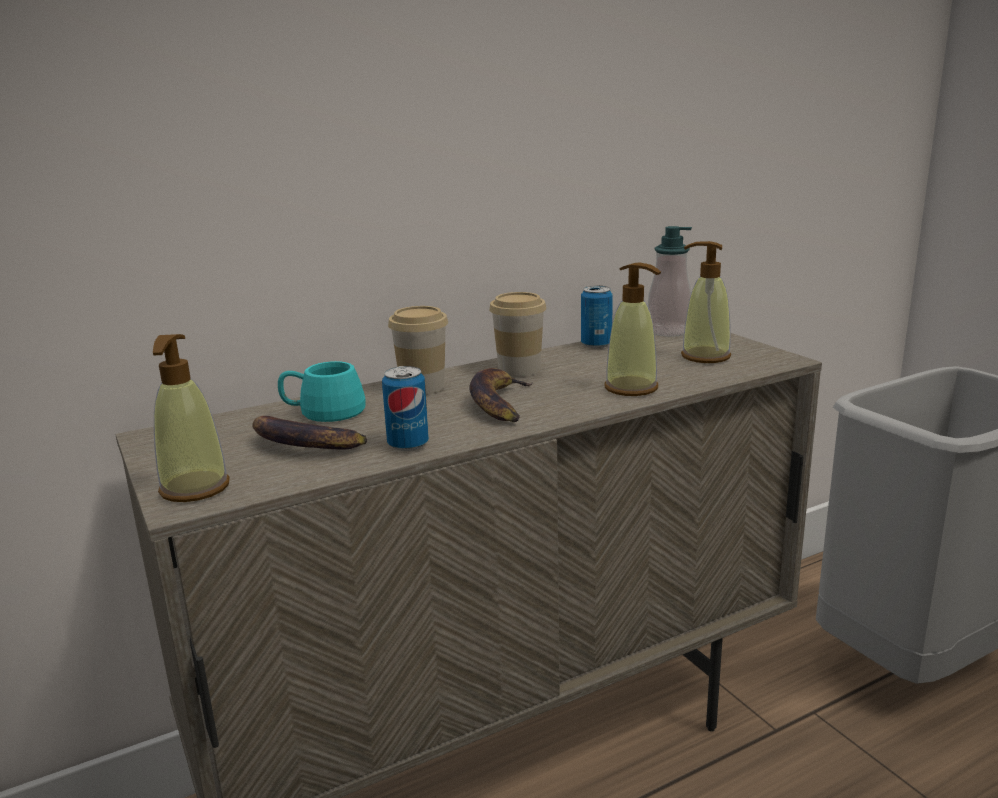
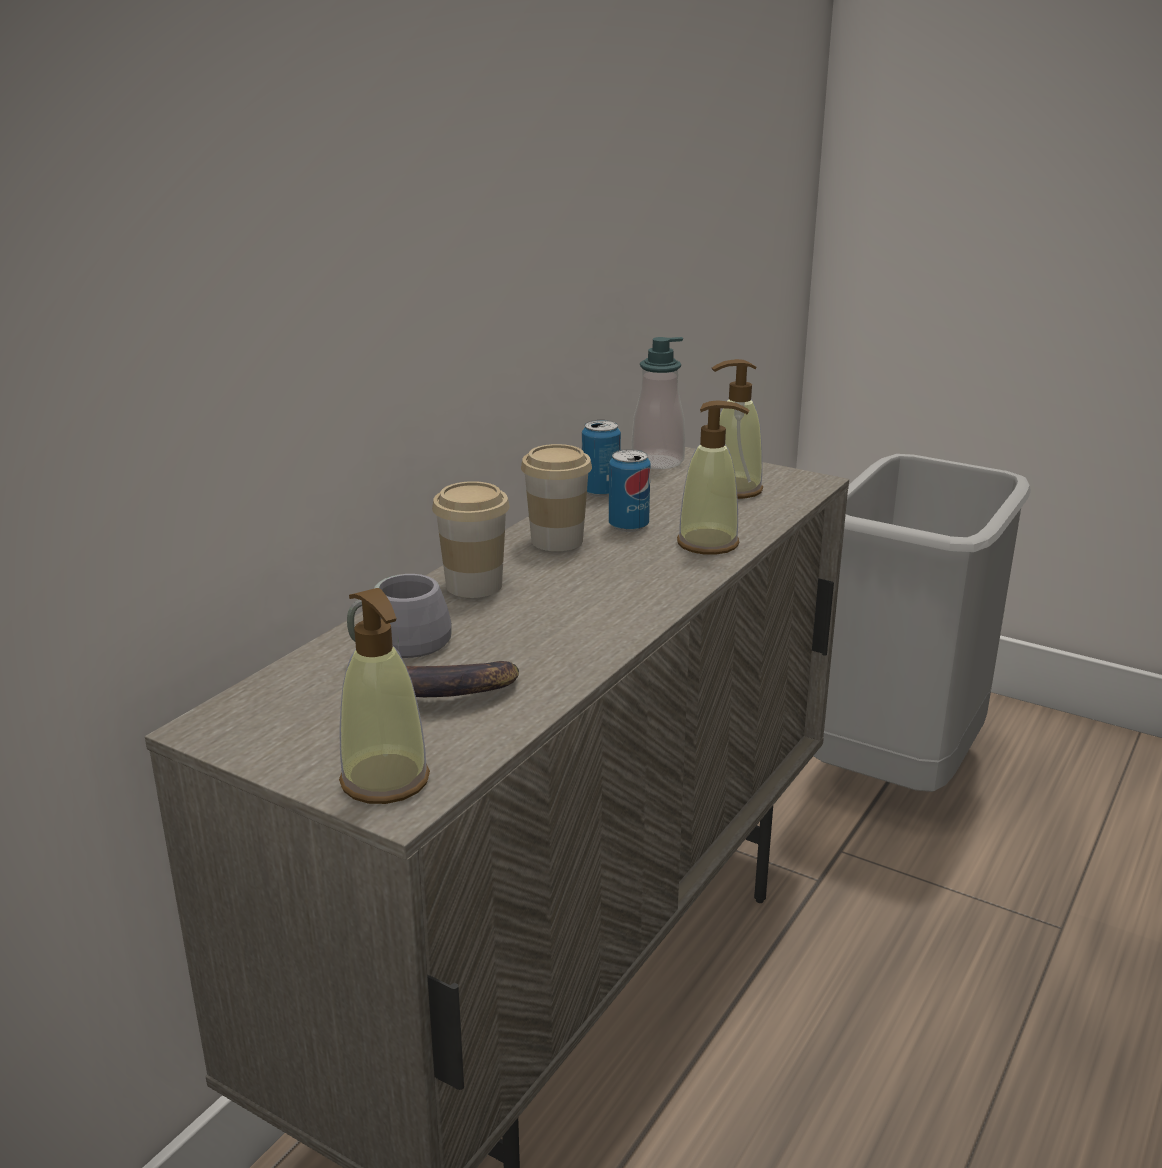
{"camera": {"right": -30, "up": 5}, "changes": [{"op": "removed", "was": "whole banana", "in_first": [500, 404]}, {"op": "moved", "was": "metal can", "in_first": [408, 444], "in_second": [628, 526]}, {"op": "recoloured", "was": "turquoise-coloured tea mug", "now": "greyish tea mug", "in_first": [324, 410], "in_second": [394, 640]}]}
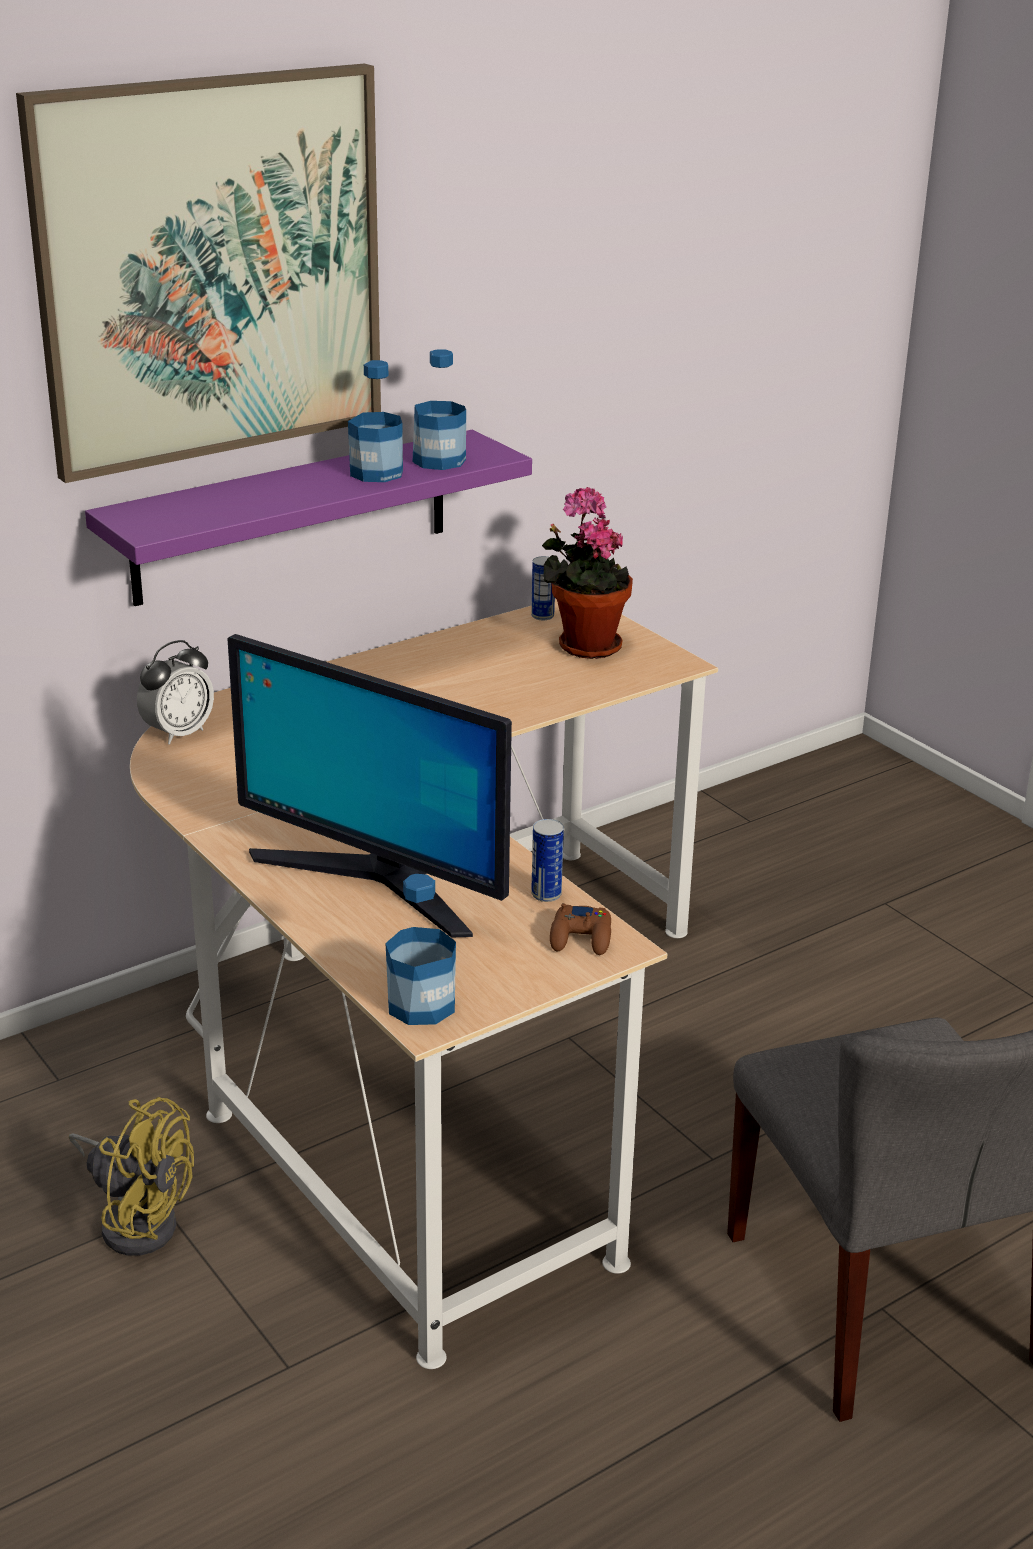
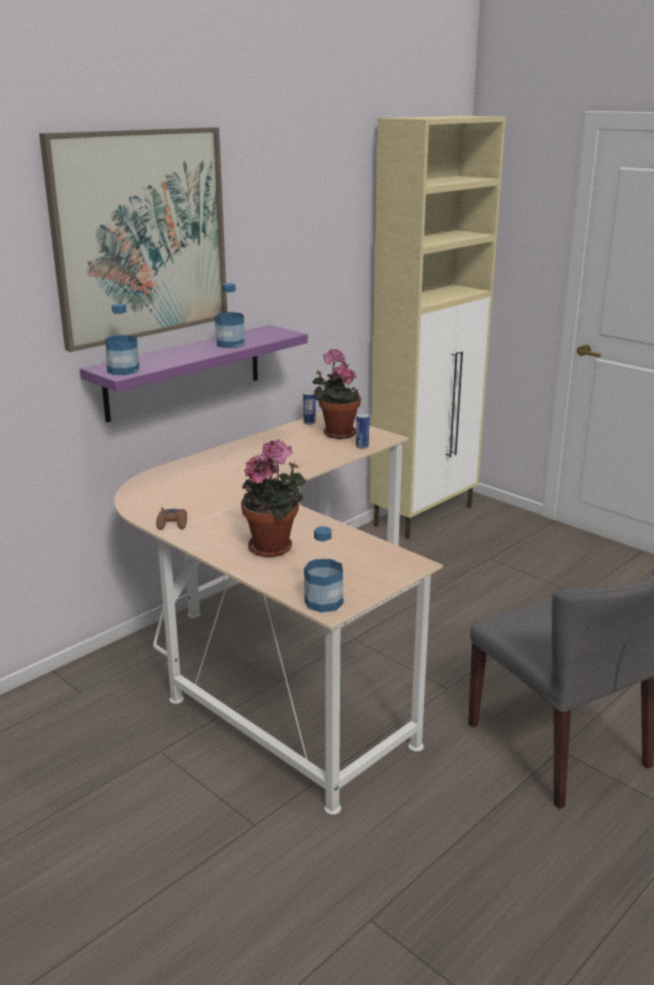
{"camera": {"right": -10, "up": -5}, "changes": [{"op": "removed", "was": "yellow fan", "in_first": [137, 1219]}, {"op": "removed", "was": "table clock", "in_first": [178, 733]}, {"op": "added", "now": "beige-coloured cupboard", "in_second": [425, 515]}, {"op": "moved", "was": "bottle", "in_first": [439, 461], "in_second": [123, 370]}, {"op": "moved", "was": "metal can", "in_first": [546, 894], "in_second": [362, 447]}, {"op": "moved", "was": "brown gamepad", "in_first": [581, 937], "in_second": [172, 523]}, {"op": "replaced", "was": "computer display", "now": "plant in a pot", "in_first": [377, 882], "in_second": [274, 547]}]}
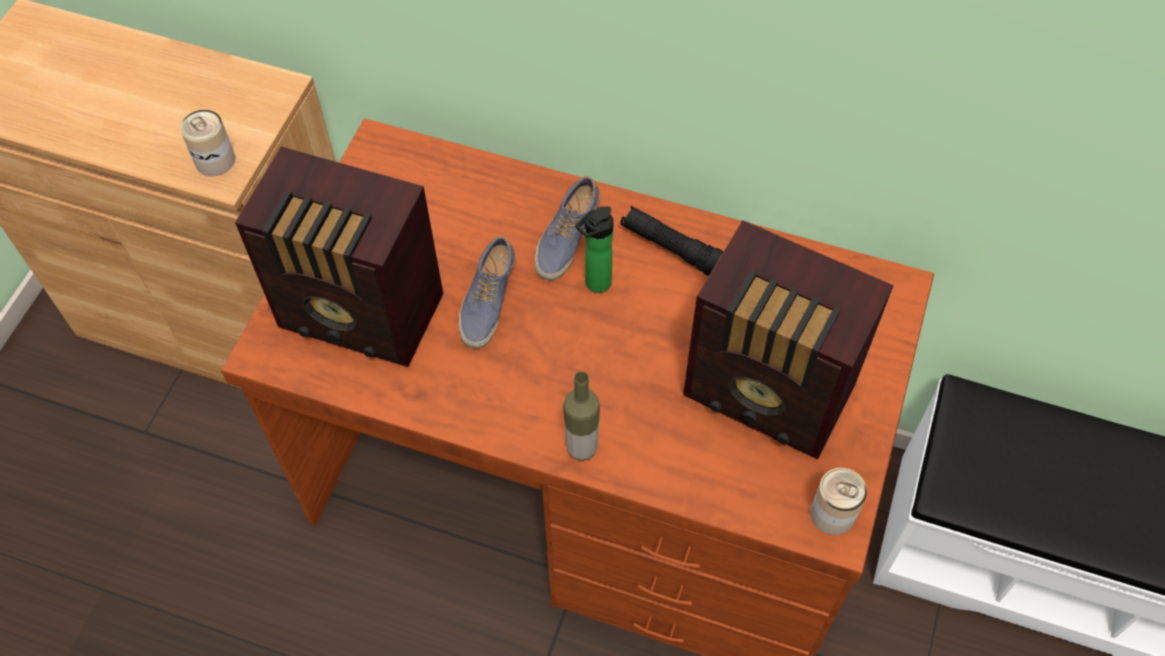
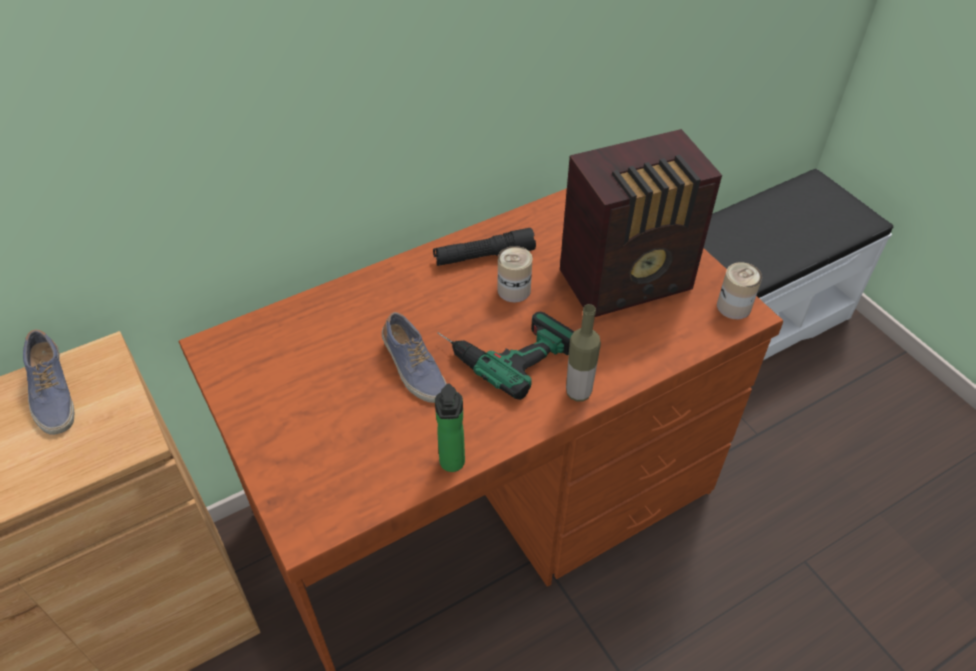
{"camera": {"right": -50, "up": -10}, "changes": [{"op": "removed", "was": "radio", "in_first": [363, 315]}, {"op": "added", "now": "drill", "in_second": [504, 348]}, {"op": "moved", "was": "metal can", "in_first": [215, 160], "in_second": [514, 290]}, {"op": "moved", "was": "shoe", "in_first": [566, 238], "in_second": [52, 394]}, {"op": "moved", "was": "bottle", "in_first": [595, 285], "in_second": [452, 465]}]}
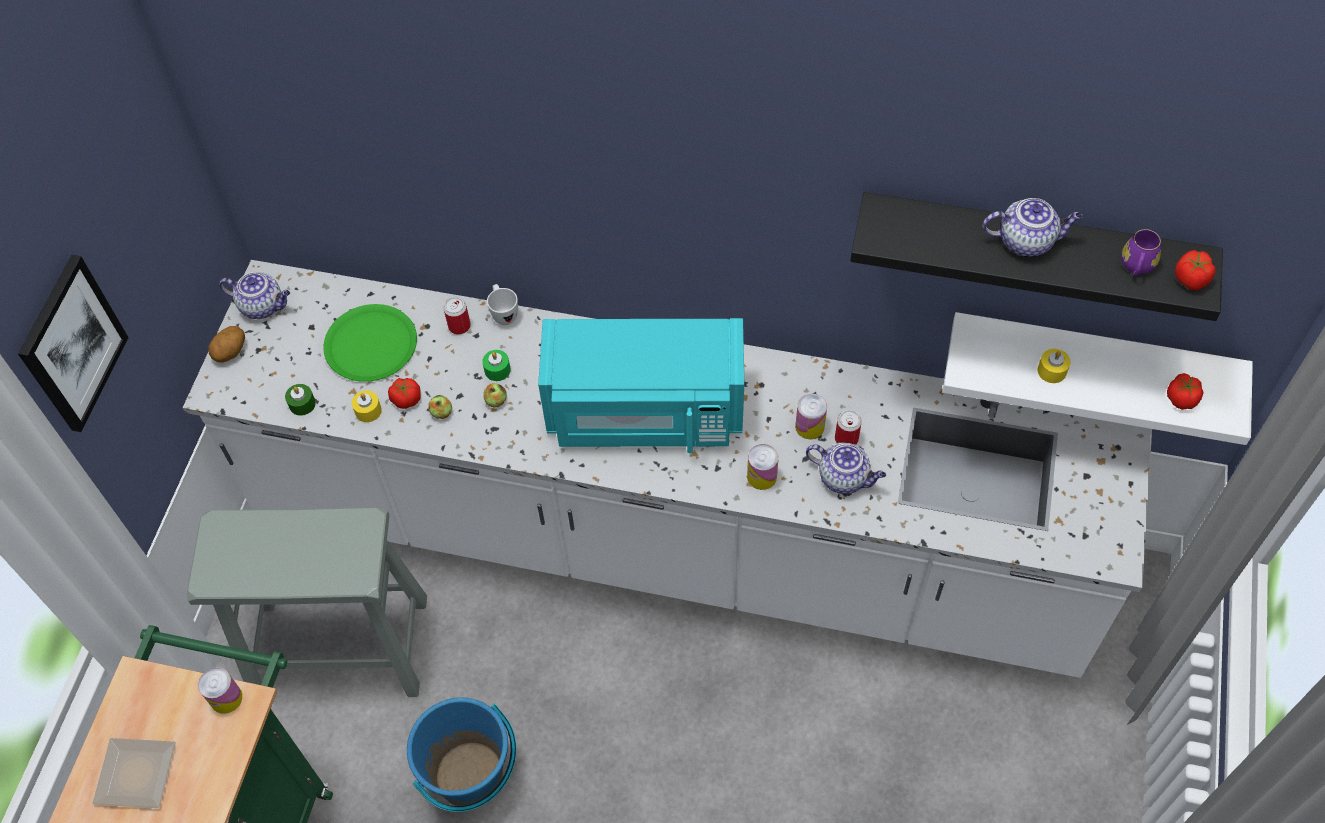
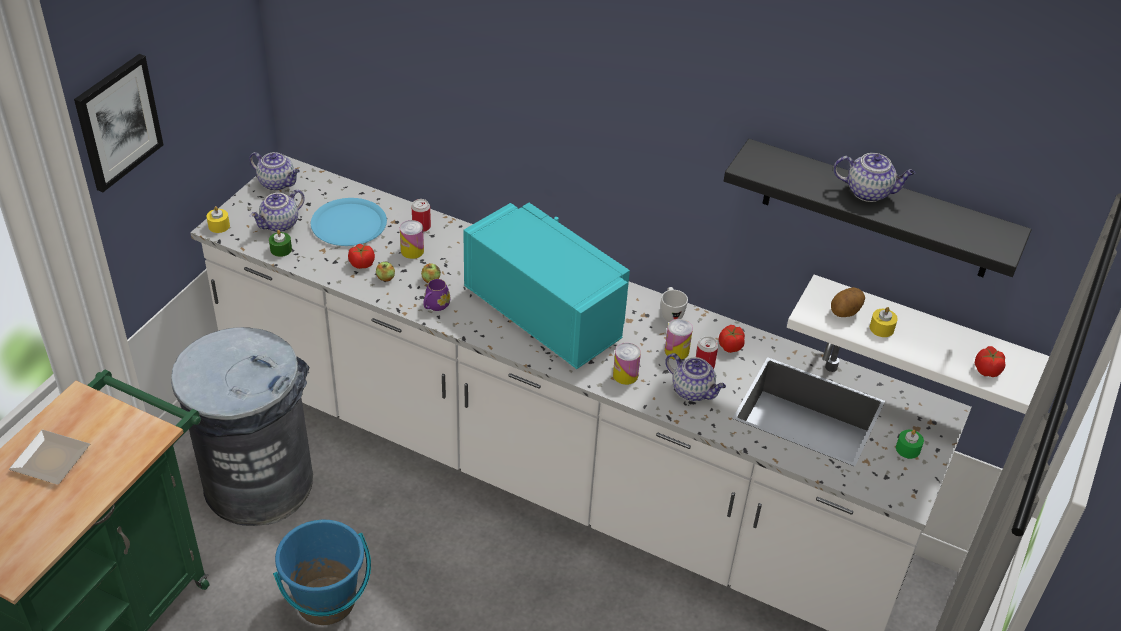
{"camera": {"right": 10, "up": -15}, "changes": [{"op": "added", "now": "tea pot", "in_second": [280, 225]}, {"op": "moved", "was": "metal can", "in_first": [226, 698], "in_second": [412, 251]}, {"op": "moved", "was": "potato", "in_first": [231, 352], "in_second": [845, 312]}, {"op": "moved", "was": "yellow candle", "in_first": [368, 411], "in_second": [219, 226]}, {"op": "moved", "was": "green-coloured candle", "in_first": [497, 370], "in_second": [907, 449]}, {"op": "moved", "was": "whitish tea mug", "in_first": [503, 313], "in_second": [671, 314]}, {"op": "moved", "was": "purple tea mug", "in_first": [1136, 267], "in_second": [435, 306]}, {"op": "moved", "was": "whole tomato", "in_first": [1191, 279], "in_second": [730, 346]}, {"op": "replaced", "was": "greyish stool seat", "now": "greyish rubbish bin", "in_first": [341, 646], "in_second": [258, 482]}, {"op": "recoloured", "was": "green-coloured dinner plate", "now": "bluish dinner plate", "in_first": [371, 344], "in_second": [349, 223]}, {"op": "turned", "was": "turquoise-coloured microwave", "in_first": [645, 412], "in_second": [546, 312], "clockwise": -150}]}
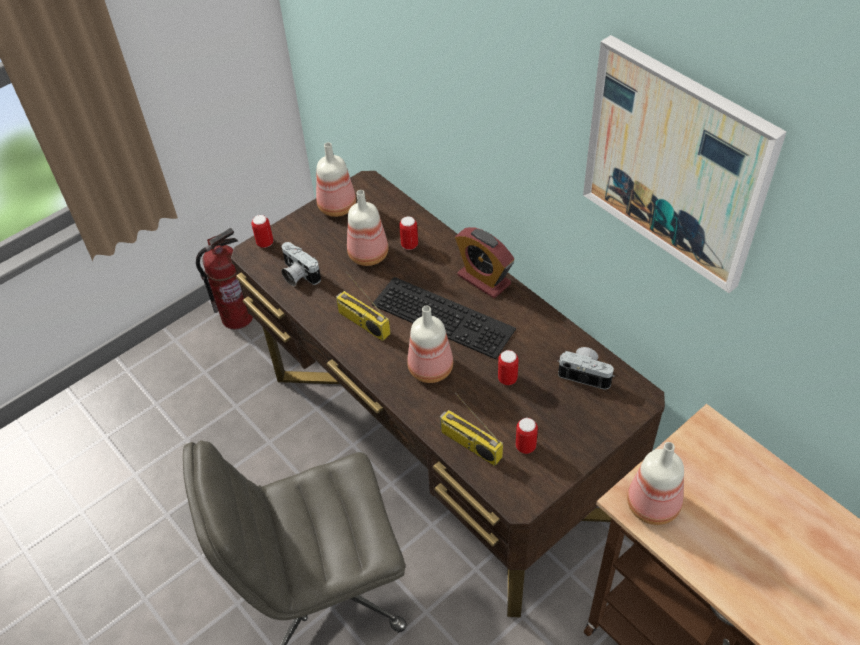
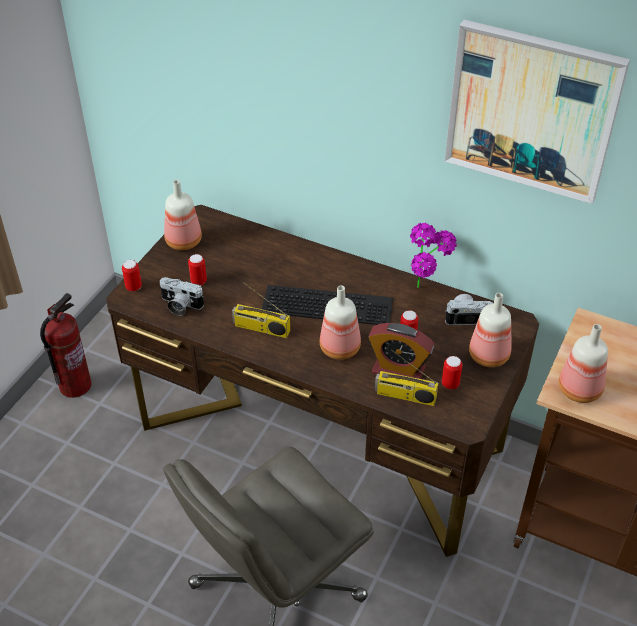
{"camera": {"right": -25, "up": -5}, "changes": [{"op": "added", "now": "plant in a pot", "in_second": [426, 291]}, {"op": "moved", "was": "bottle", "in_first": [370, 255], "in_second": [490, 355]}, {"op": "moved", "was": "metal can", "in_first": [409, 245], "in_second": [198, 281]}, {"op": "moved", "was": "table clock", "in_first": [484, 279], "in_second": [398, 370]}]}
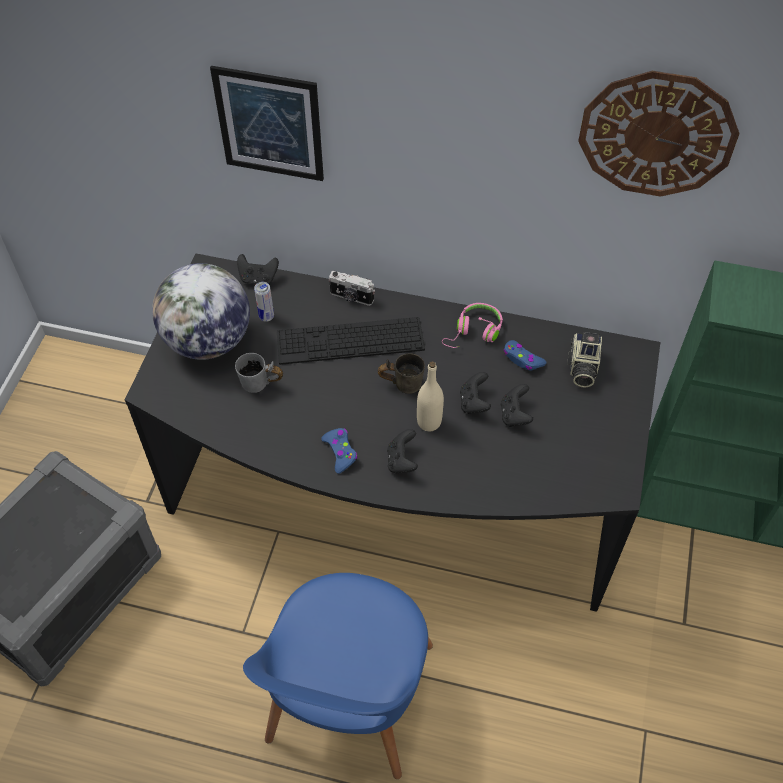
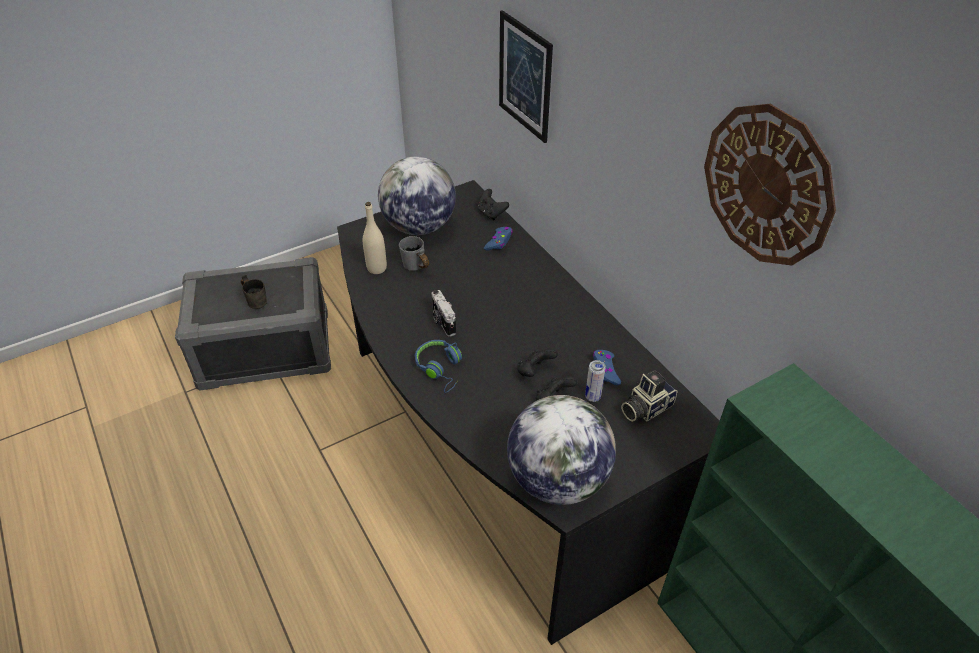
{"camera": {"right": 45, "up": -10}, "changes": [{"op": "removed", "was": "bluish chair", "in_first": [348, 700]}, {"op": "removed", "was": "computer keyboard", "in_first": [350, 341]}, {"op": "removed", "was": "pink-coloured headphones", "in_first": [474, 332]}, {"op": "added", "now": "globe", "in_second": [557, 479]}, {"op": "moved", "was": "metal can", "in_first": [266, 317], "in_second": [592, 397]}, {"op": "moved", "was": "bluish gamepad", "in_first": [340, 452], "in_second": [499, 242]}, {"op": "moved", "was": "still camera", "in_first": [351, 297], "in_second": [442, 322]}, {"op": "moved", "was": "greyish tea mug", "in_first": [402, 382], "in_second": [257, 300]}, {"op": "moved", "was": "beige-coloured bottle", "in_first": [429, 422], "in_second": [377, 268]}, {"op": "replaced", "was": "black gamepad", "now": "bluish headphones", "in_first": [402, 461], "in_second": [441, 369]}]}
